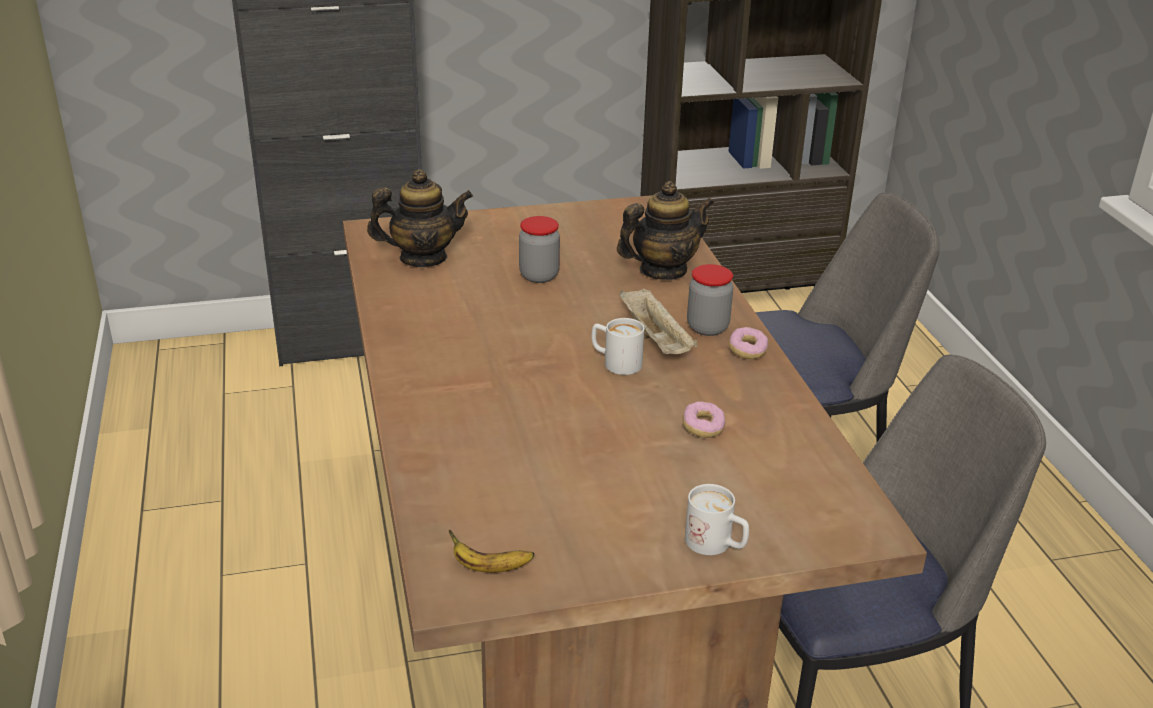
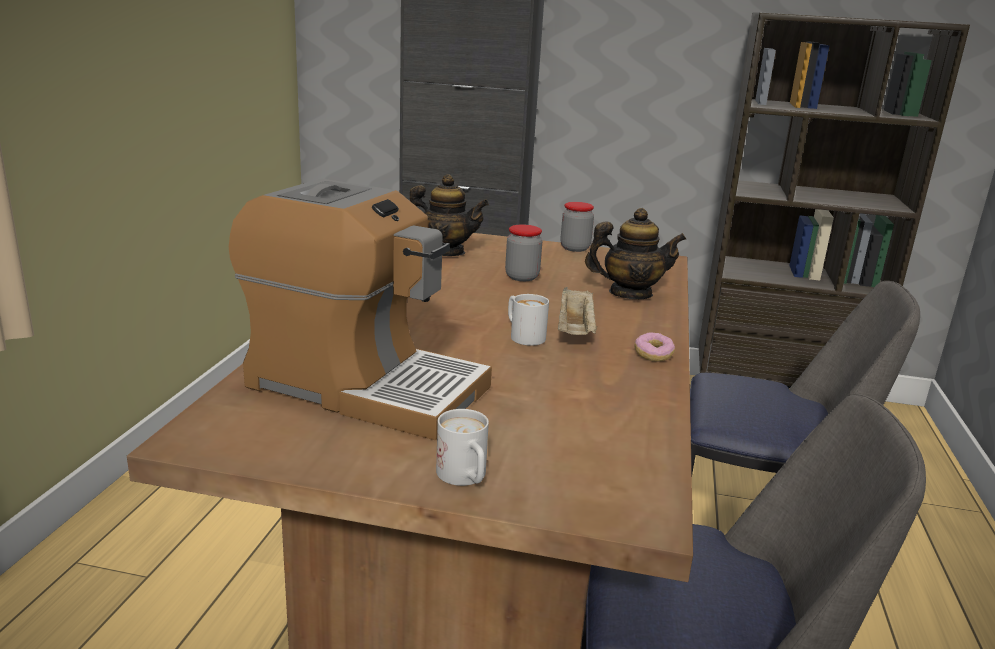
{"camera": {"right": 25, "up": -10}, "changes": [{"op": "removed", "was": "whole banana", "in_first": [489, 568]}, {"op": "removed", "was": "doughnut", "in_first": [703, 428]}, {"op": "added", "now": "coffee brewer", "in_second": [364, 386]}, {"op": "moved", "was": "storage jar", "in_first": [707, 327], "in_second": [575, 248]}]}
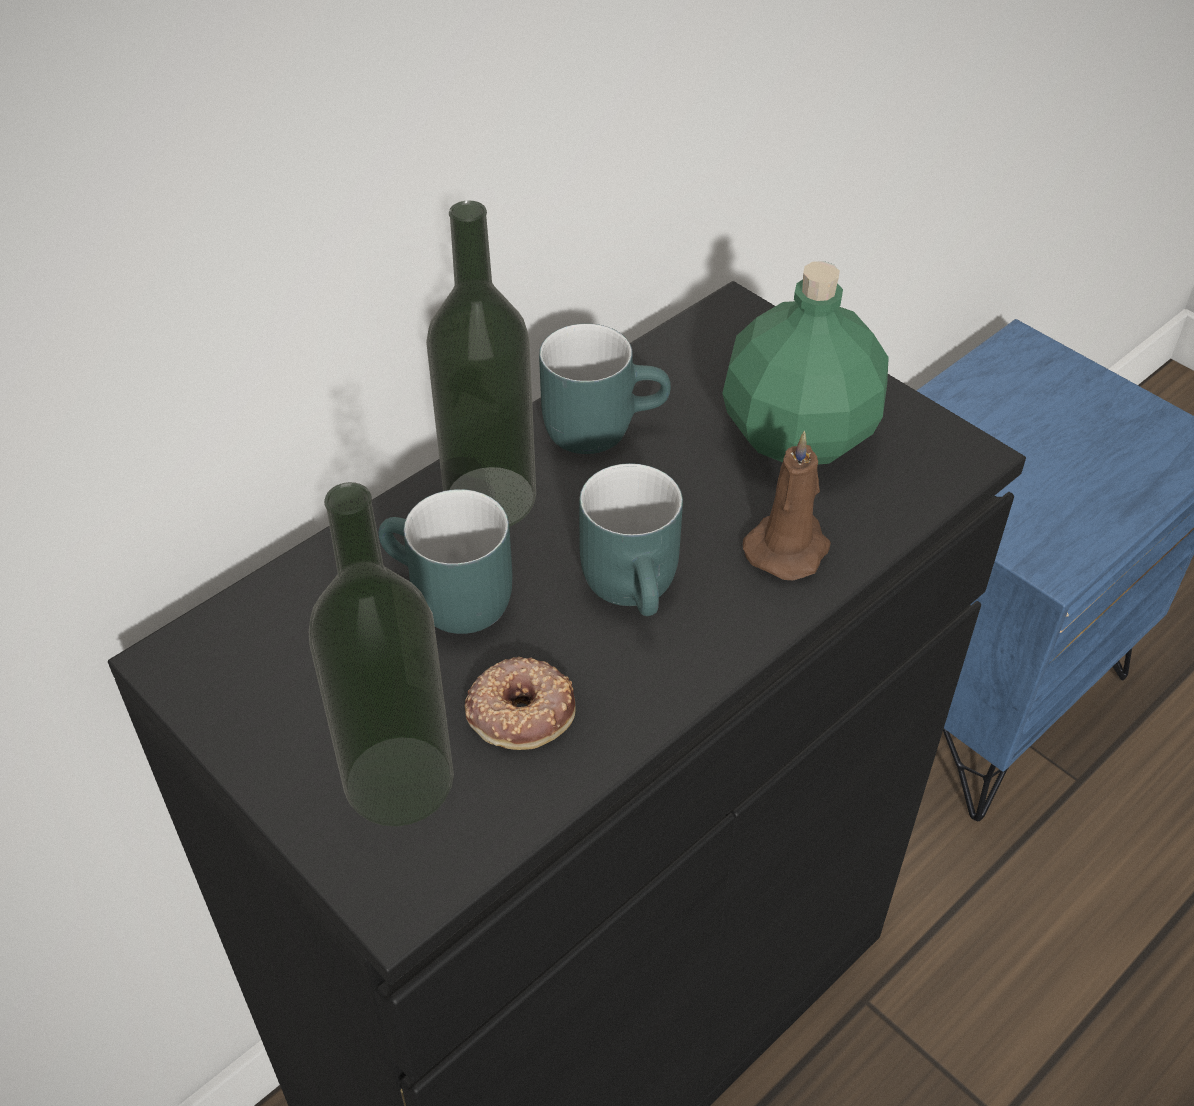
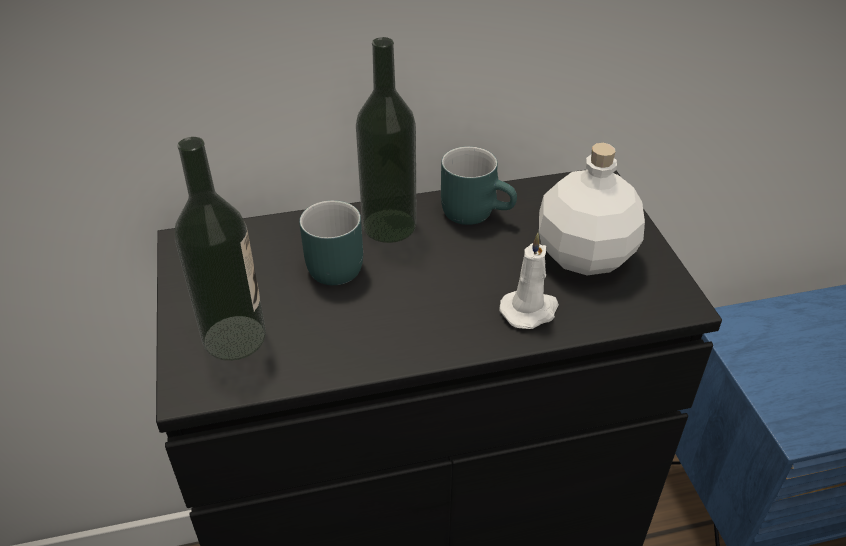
{"camera": {"right": 30, "up": -5}, "changes": [{"op": "removed", "was": "doughnut", "in_first": [520, 709]}, {"op": "removed", "was": "turquoise-coloured tea mug", "in_first": [639, 586]}, {"op": "recoloured", "was": "green-coloured bottle", "now": "whitish bottle", "in_first": [795, 435], "in_second": [583, 255]}, {"op": "recoloured", "was": "brown candle", "now": "whitish candle", "in_first": [789, 547], "in_second": [530, 310]}]}
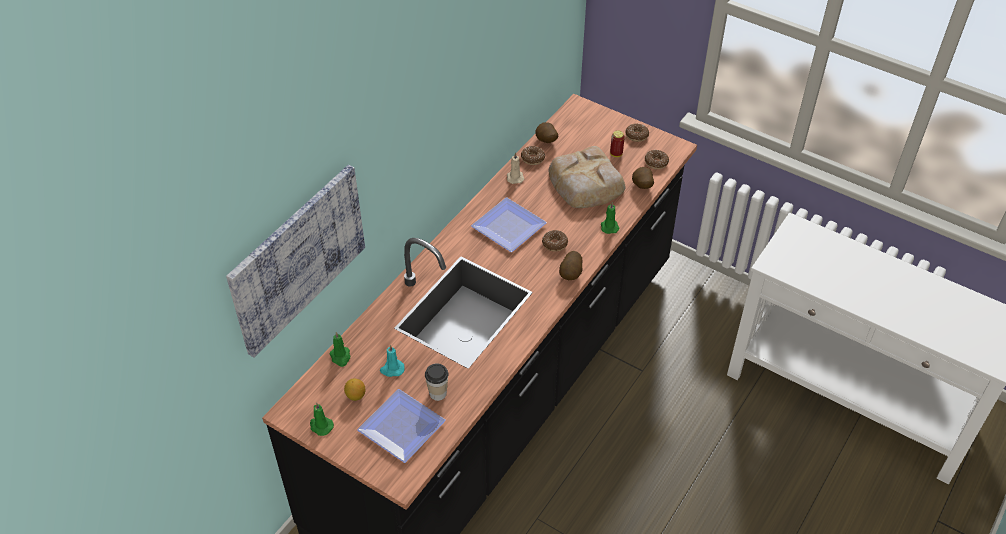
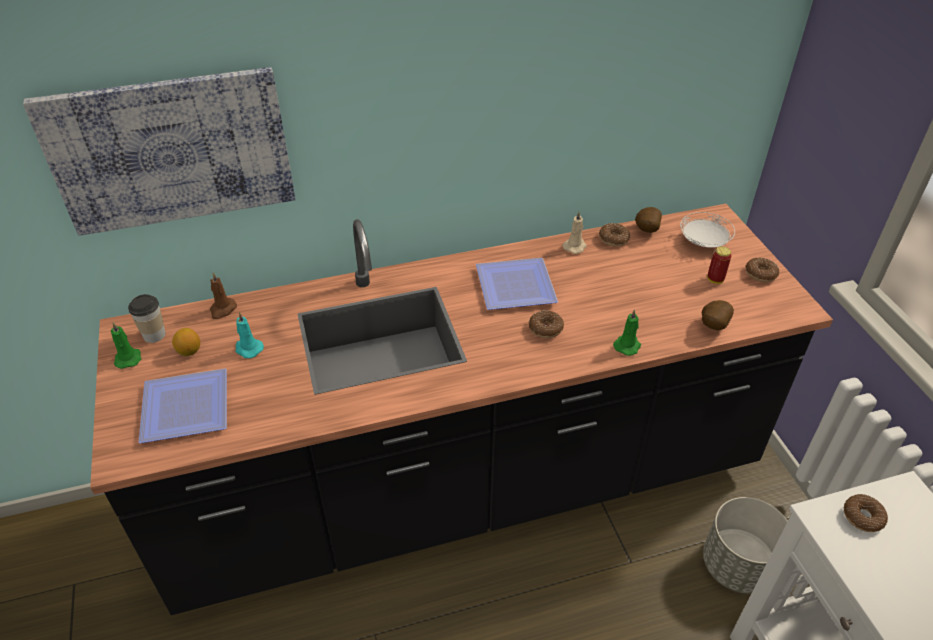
{"camera": {"right": 40, "up": -5}, "changes": [{"op": "removed", "was": "bread", "in_first": [586, 183]}, {"op": "removed", "was": "potato", "in_first": [571, 274]}, {"op": "added", "now": "whitish dinner plate", "in_second": [703, 242]}, {"op": "added", "now": "greyish flower pot", "in_second": [737, 566]}, {"op": "moved", "was": "cup", "in_first": [438, 393], "in_second": [154, 335]}, {"op": "moved", "was": "doughnut", "in_first": [656, 162], "in_second": [862, 517]}, {"op": "recoloured", "was": "green-coloured candle", "now": "brown candle", "in_first": [340, 357], "in_second": [222, 310]}]}
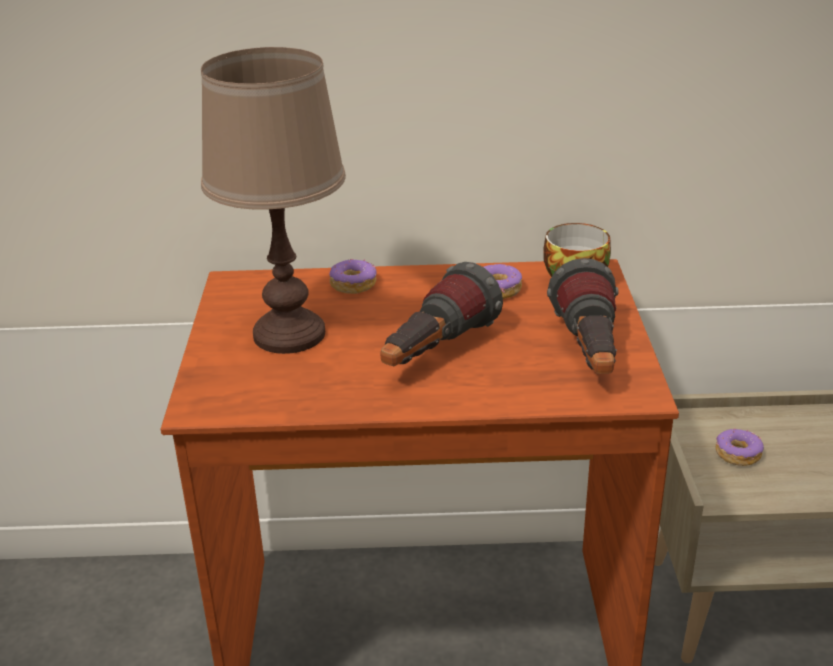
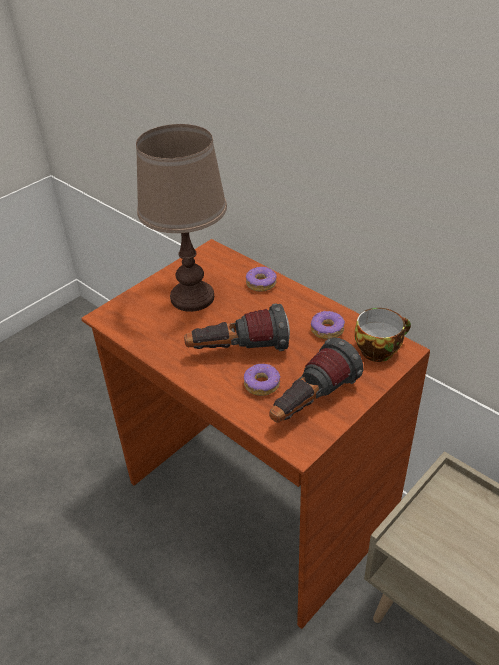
{"camera": {"right": 45, "up": 10}, "changes": [{"op": "moved", "was": "doughnut", "in_first": [737, 454], "in_second": [262, 384]}]}
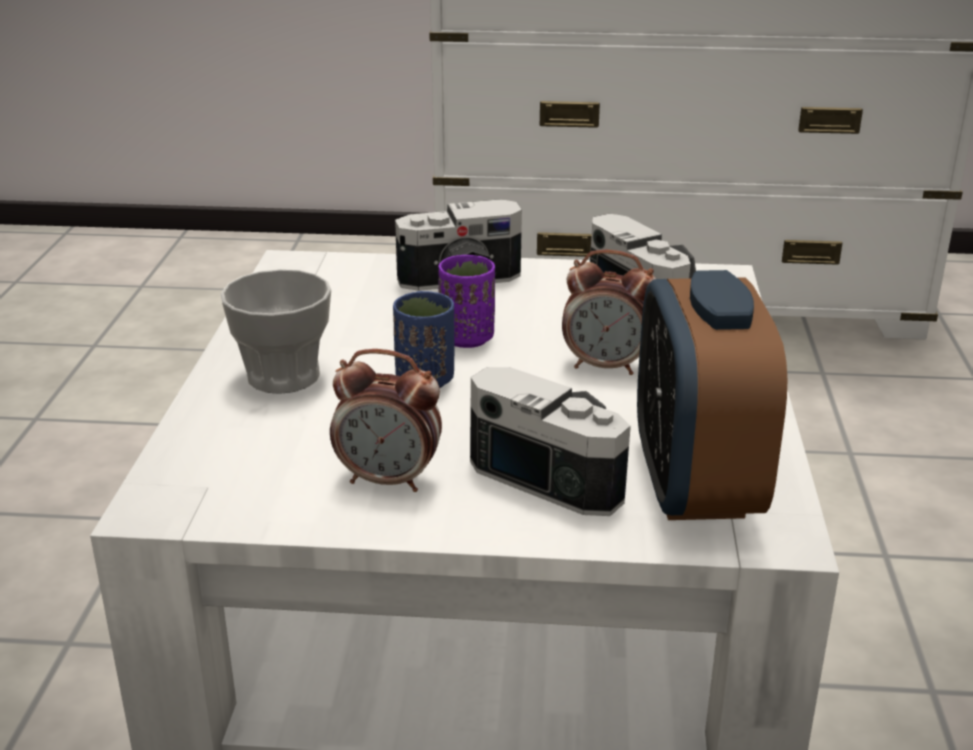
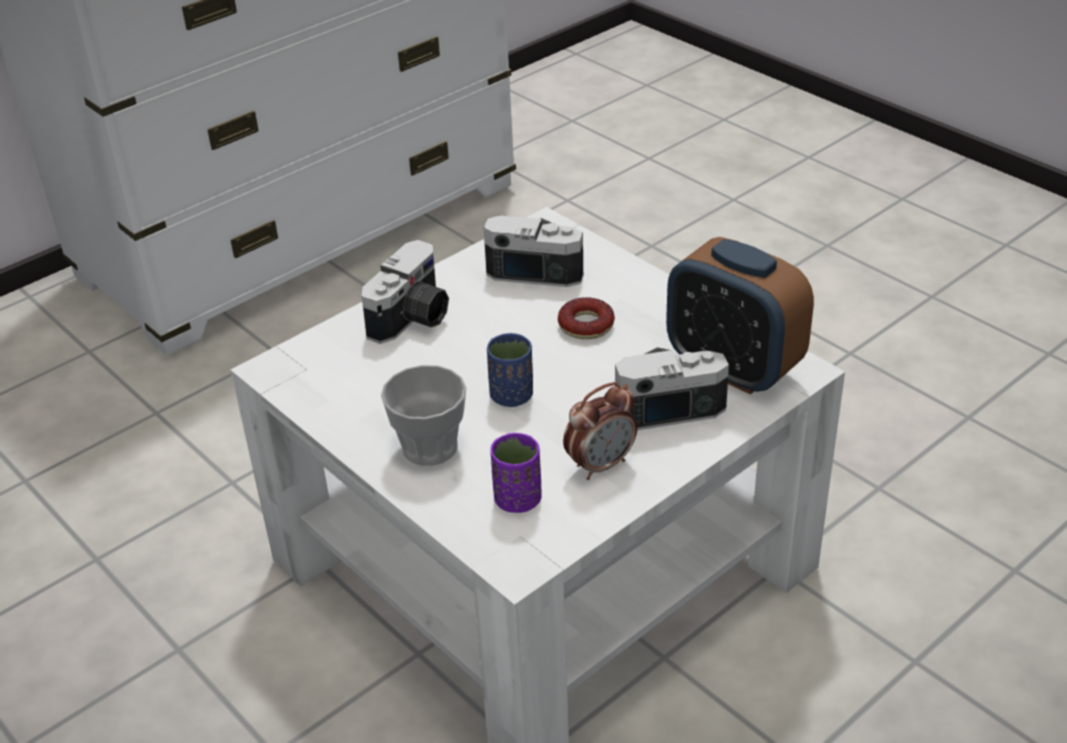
{"camera": {"right": -45, "up": 10}, "changes": [{"op": "moved", "was": "purple cup", "in_first": [467, 338], "in_second": [518, 500]}, {"op": "replaced", "was": "table clock", "now": "doughnut", "in_first": [606, 366], "in_second": [586, 325]}]}
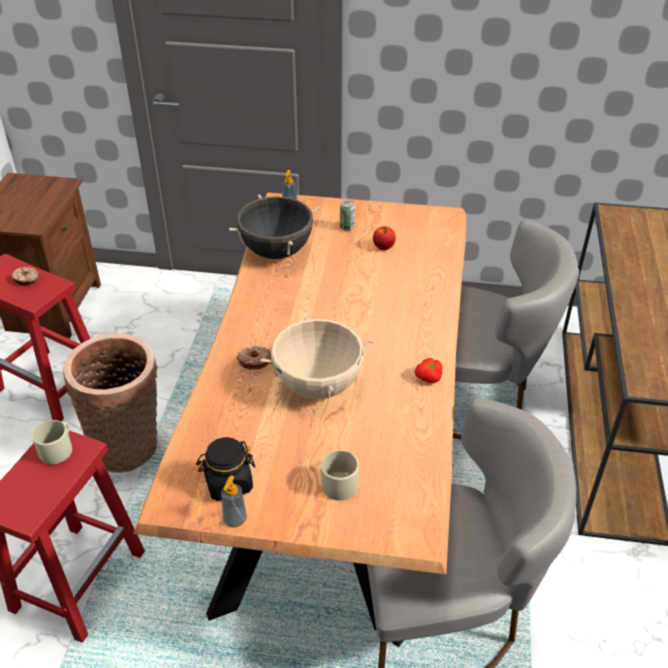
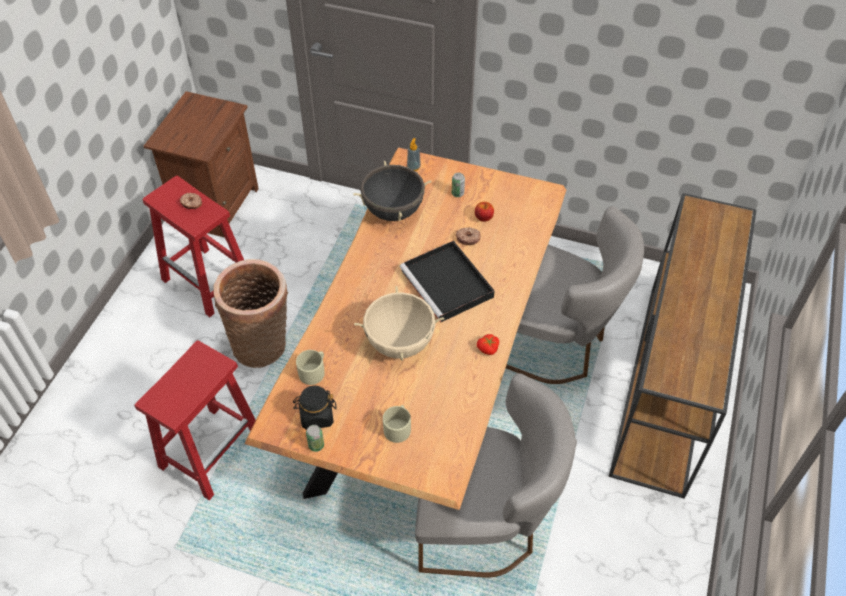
{"camera": {"right": 10, "up": 10}, "changes": [{"op": "added", "now": "black tray", "in_second": [448, 284]}, {"op": "moved", "was": "beige-coloured tea mug", "in_first": [58, 448], "in_second": [313, 371]}, {"op": "moved", "was": "doughnut", "in_first": [254, 361], "in_second": [468, 238]}, {"op": "replaced", "was": "liquid soap bottle", "now": "metal can", "in_first": [235, 519], "in_second": [316, 445]}]}
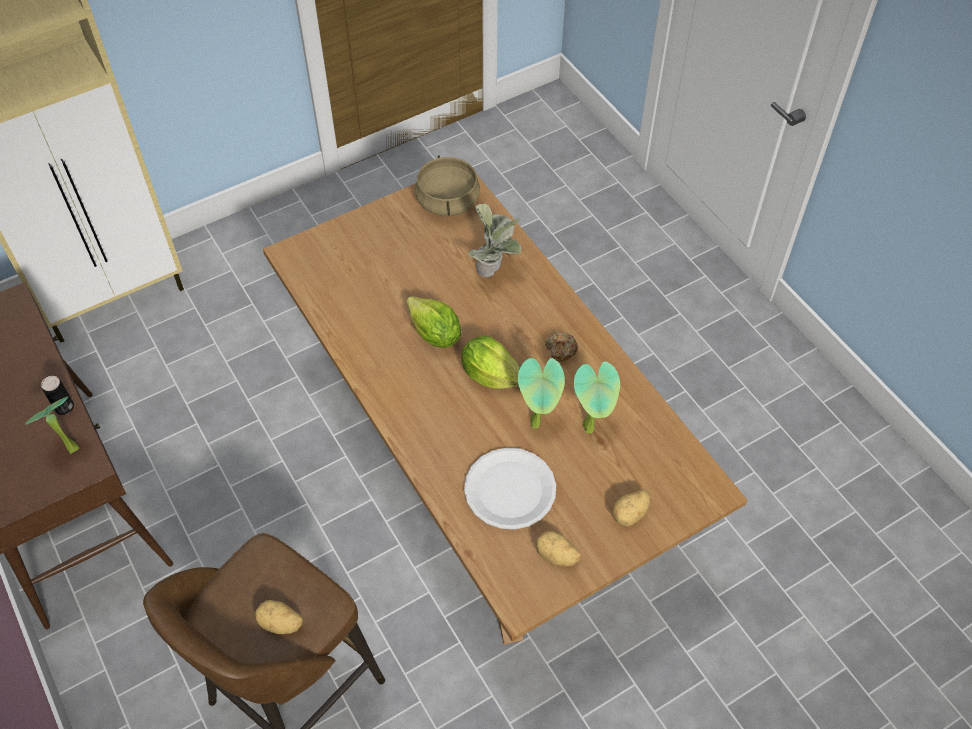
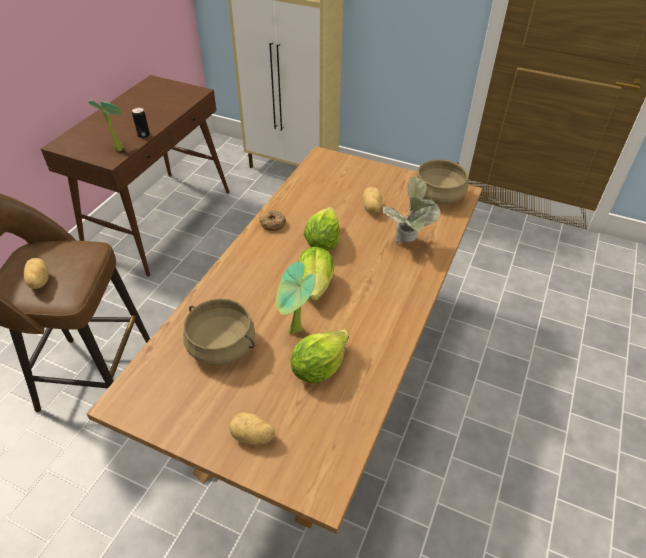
{"camera": {"right": 55, "up": -10}, "changes": [{"op": "moved", "was": "potato", "in_first": [556, 556], "in_second": [371, 208]}, {"op": "moved", "was": "doughnut", "in_first": [561, 350], "in_second": [273, 224]}, {"op": "replaced", "was": "whitish dinner plate", "now": "beige-coloured stockpot", "in_first": [510, 489], "in_second": [222, 345]}, {"op": "replaced", "was": "plant in a pot", "now": "lettuce head", "in_first": [591, 428], "in_second": [318, 367]}]}
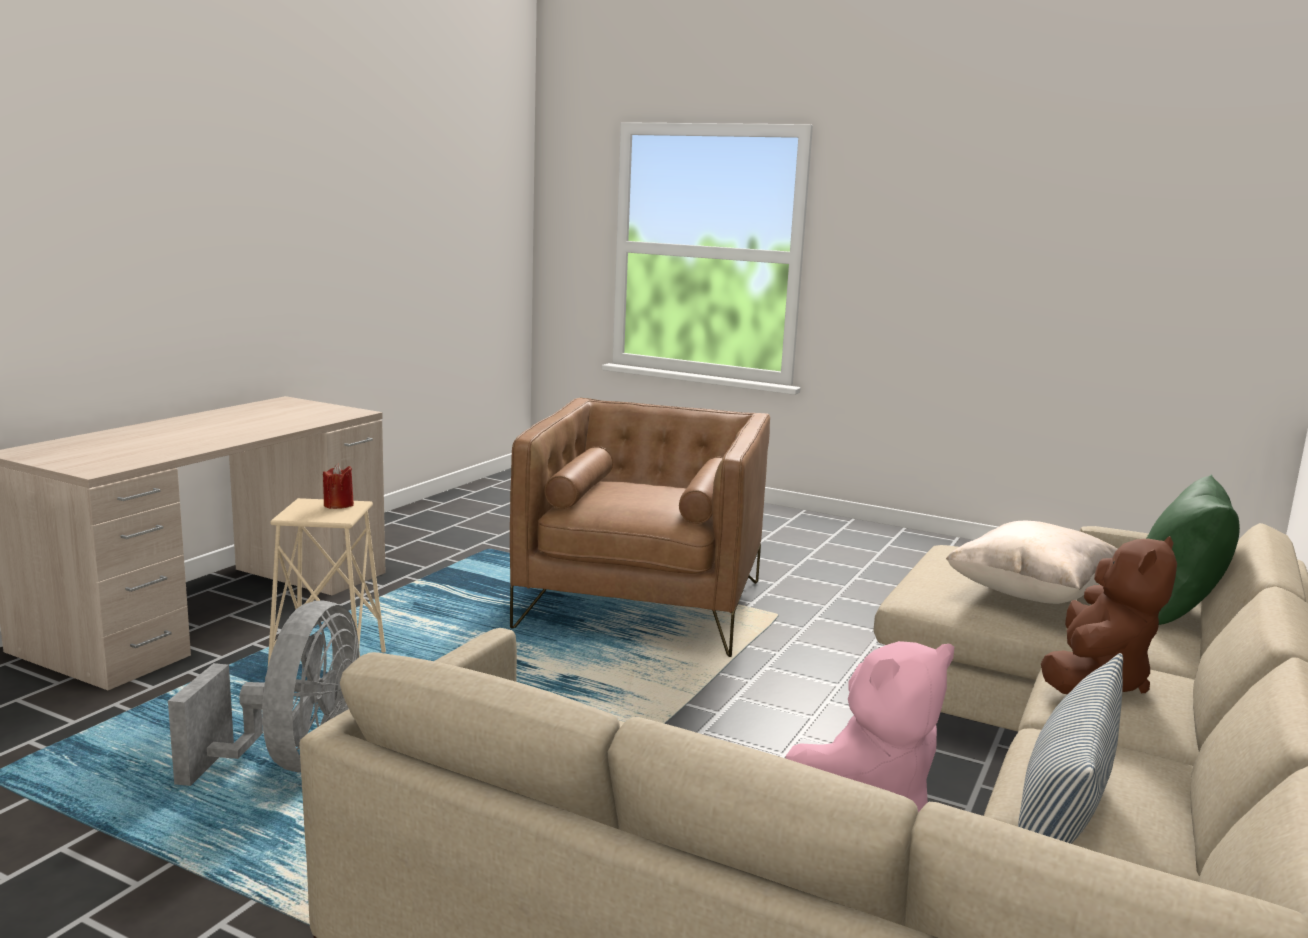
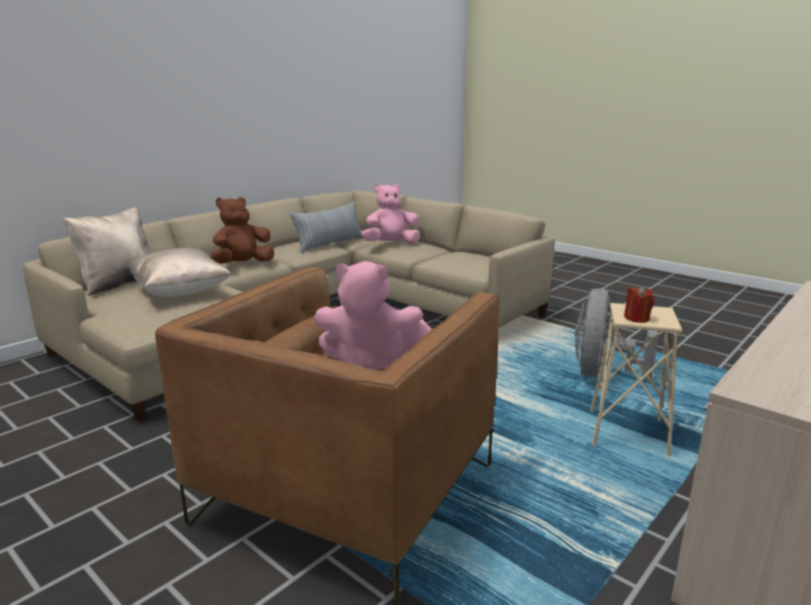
{"camera": {"right": -165, "up": 5}, "changes": [{"op": "added", "now": "pink-coloured soft toy", "in_second": [370, 363]}, {"op": "recoloured", "was": "green-coloured cushion", "now": "beige-coloured cushion", "in_first": [1175, 609], "in_second": [119, 283]}]}
